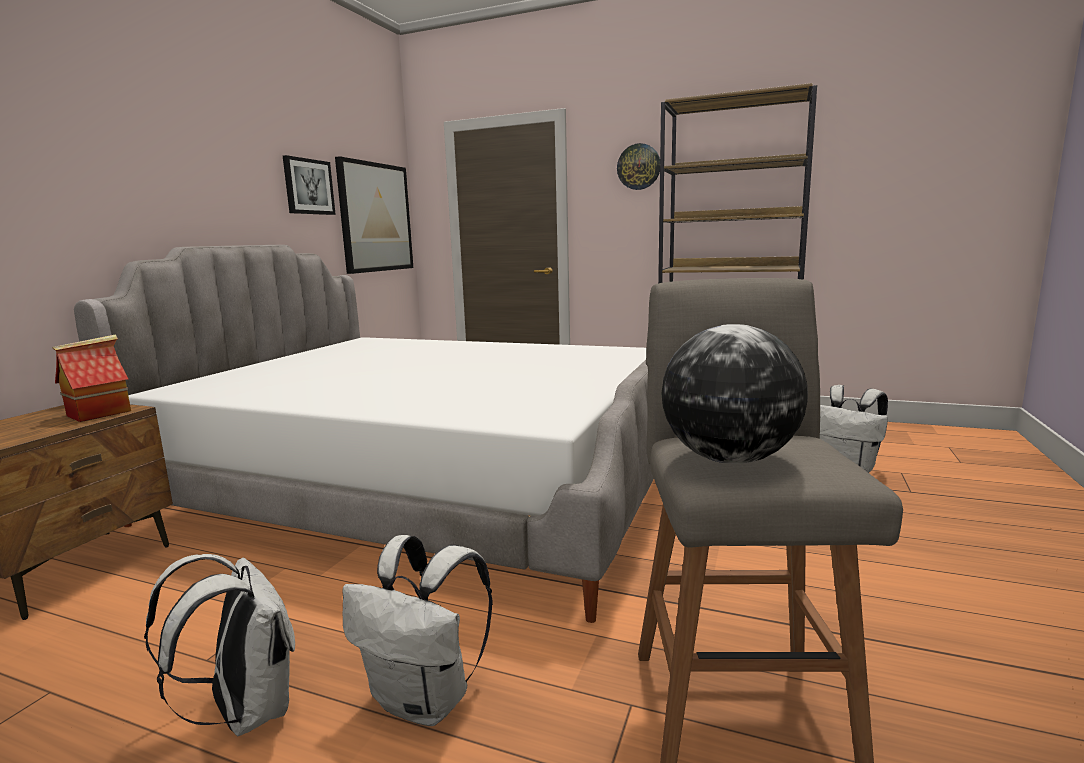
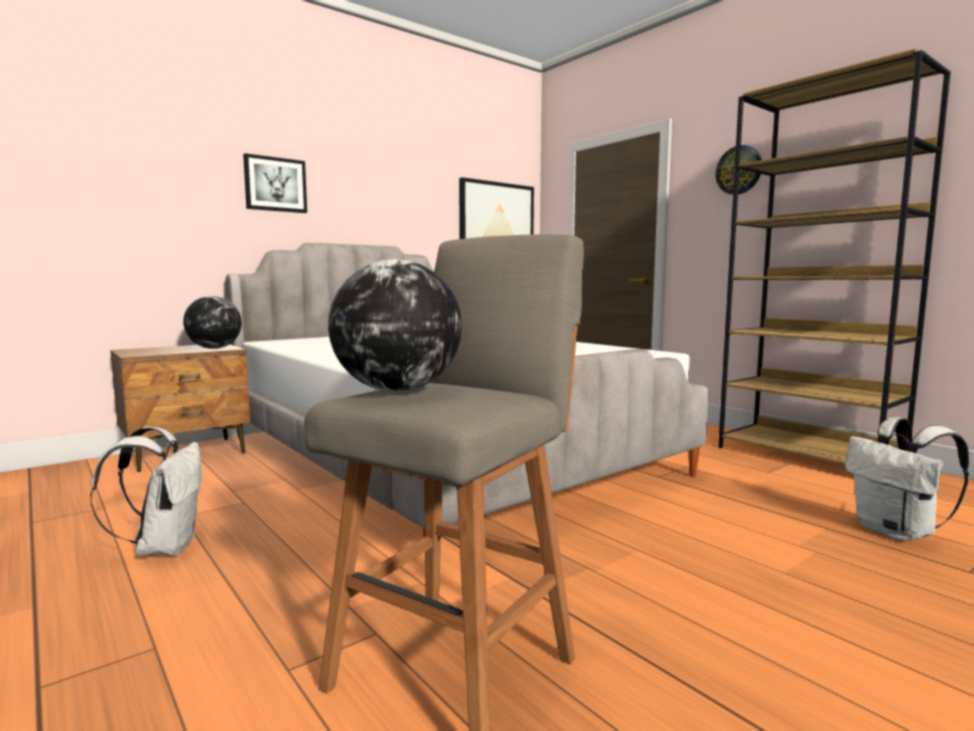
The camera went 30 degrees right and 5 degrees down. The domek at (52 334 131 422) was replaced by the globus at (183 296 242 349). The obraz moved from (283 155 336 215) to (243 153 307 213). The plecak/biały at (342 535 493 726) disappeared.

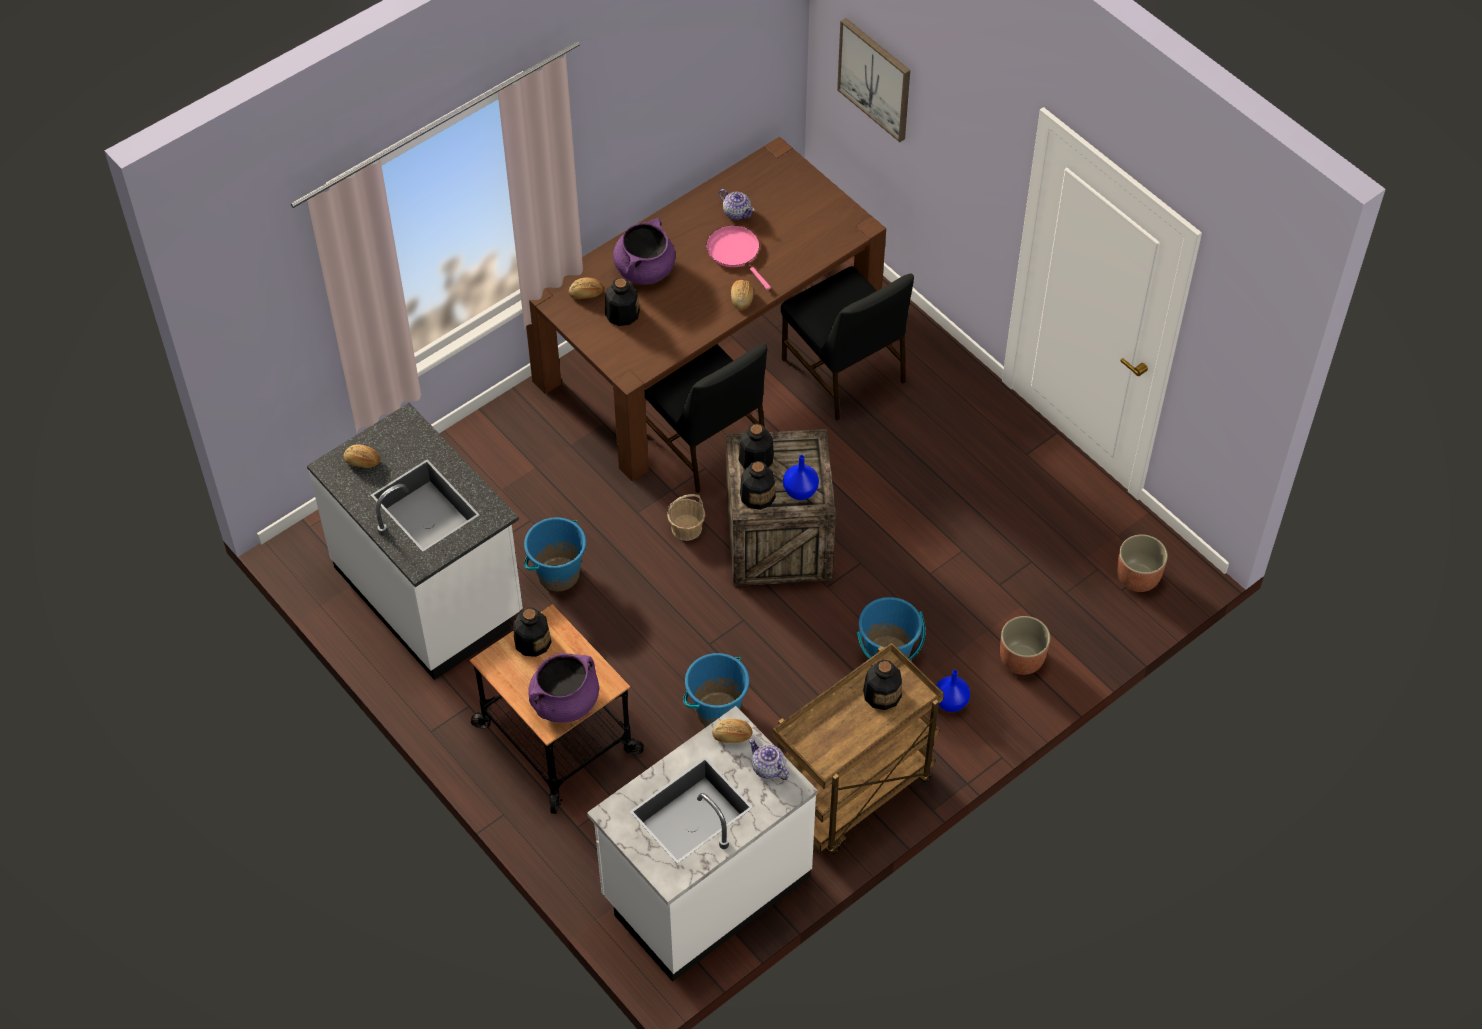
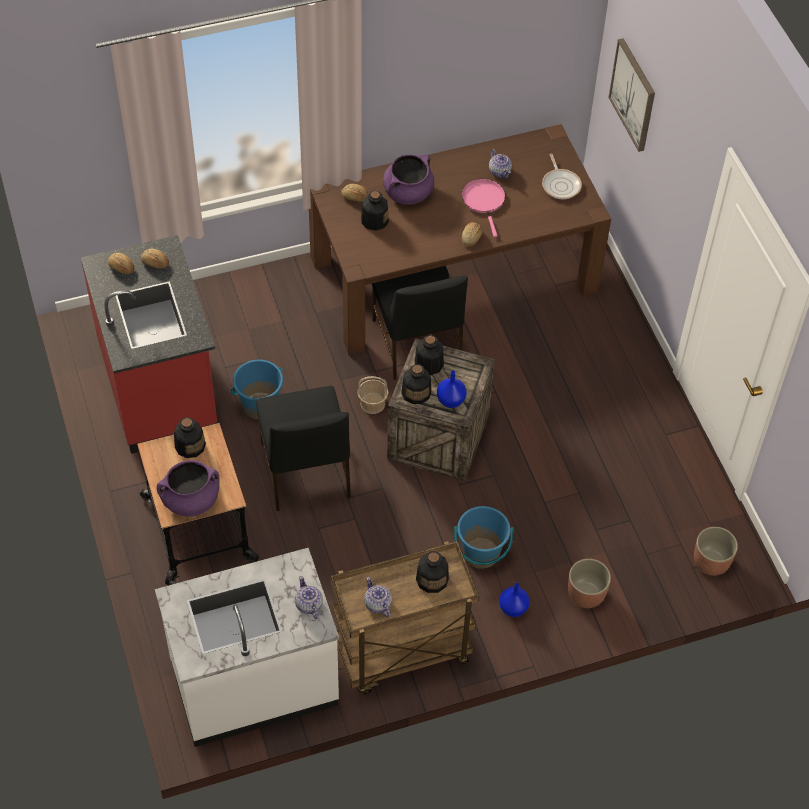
The camera went 20 degrees right and 0 degrees up. The zabudowa kuchenna/biały at (307 403 523 680) became the zabudowa kuchenna/czerwony at (81 235 217 454). The wiadro/niebieski at (683 653 749 726) disappeared. The chleb moved from (712 719 753 743) to (141 249 169 268). The krzesło/czarny moved from (781 266 914 420) to (256 386 351 511). The imbryk at (364 577 392 617) appeared. The patelnia at (542 153 582 199) appeared.

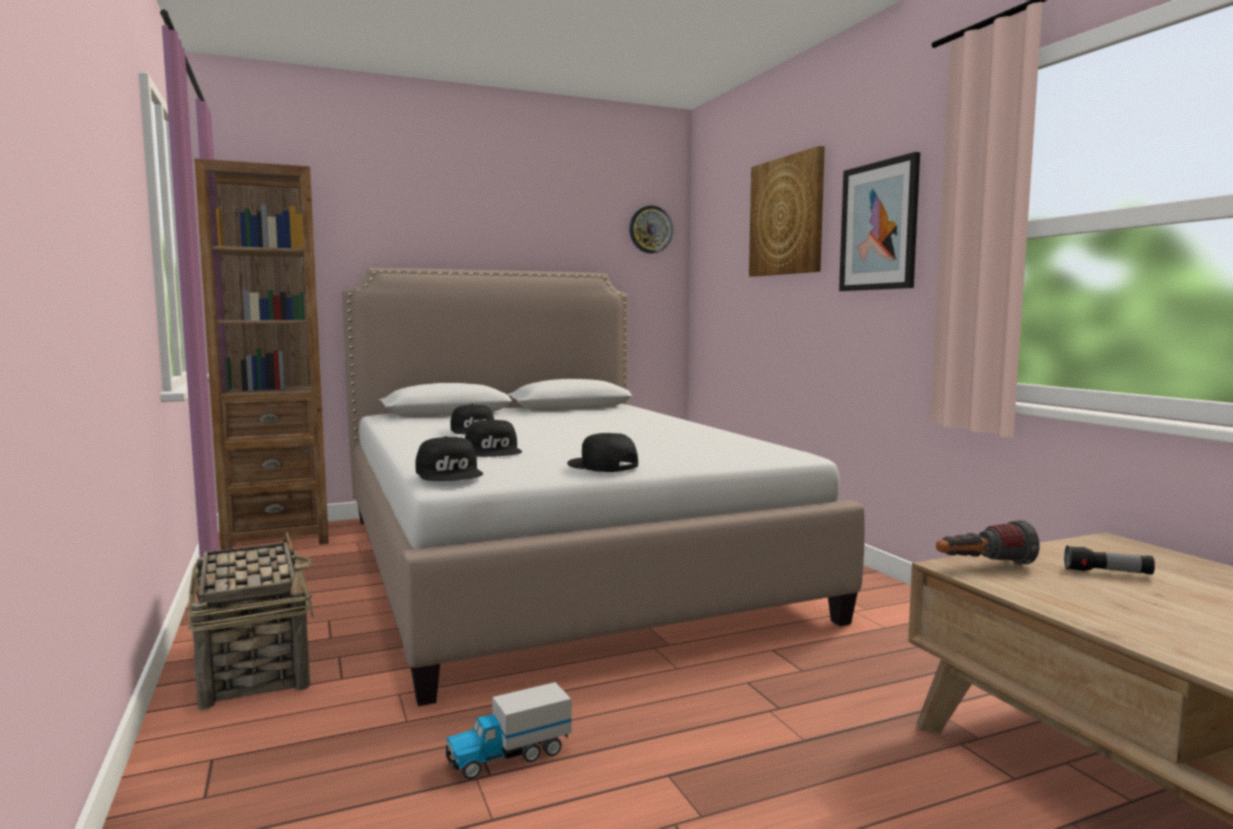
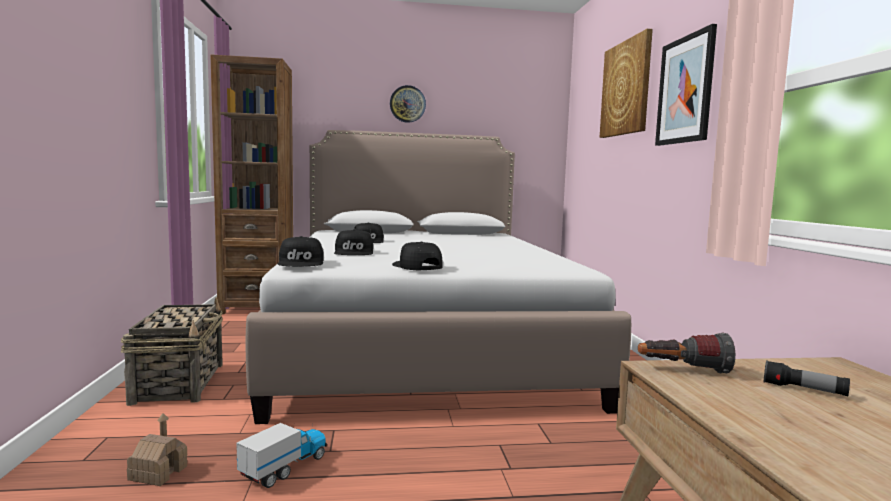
The camera went 15 degrees right and 0 degrees up. The ciężarówka zabawkowa at (445 682 572 779) turned 135 degrees clockwise. The zegar ścienny moved from (629 206 673 253) to (390 85 426 123). The domek at (127 413 187 486) appeared.

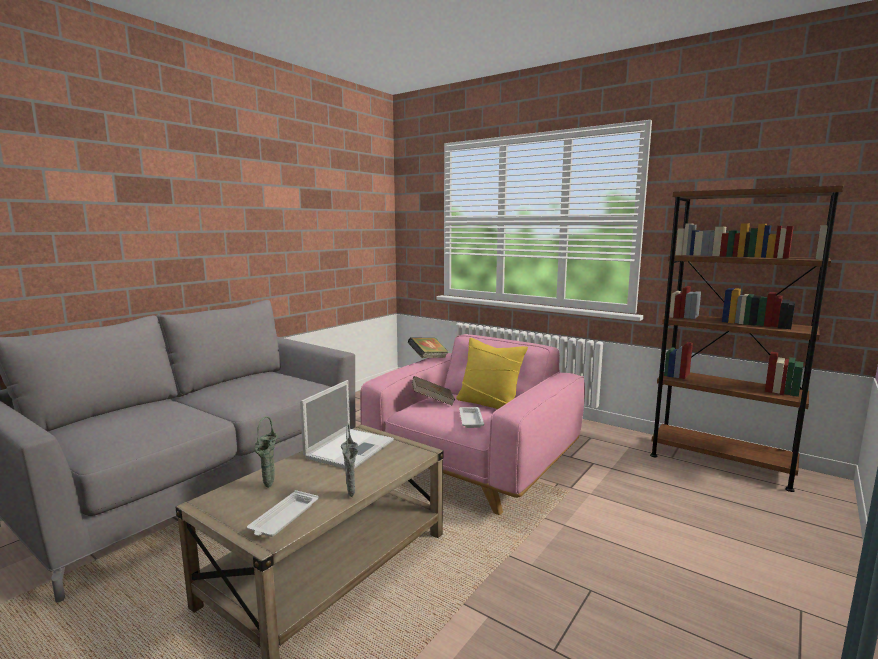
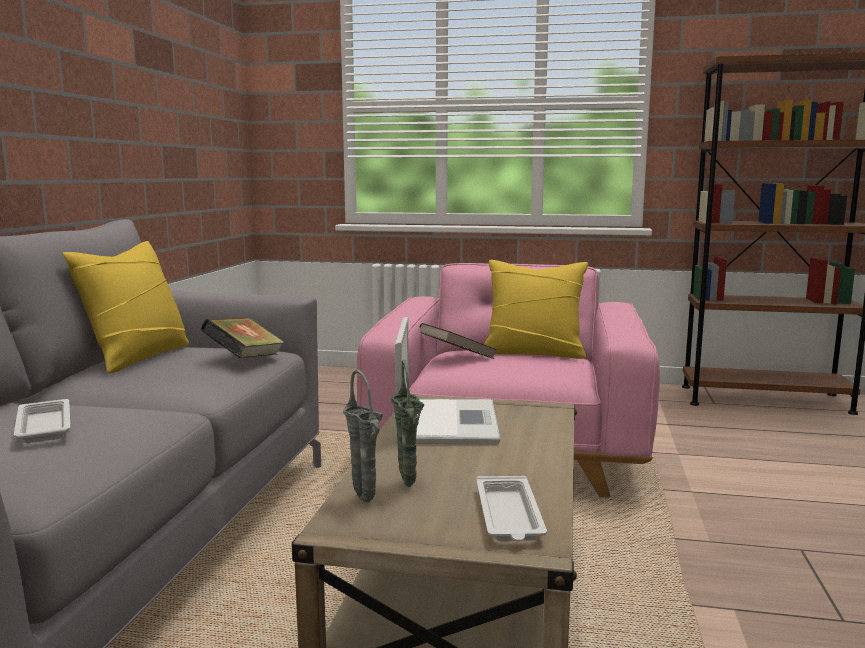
The camera went 25 degrees left and 0 degrees up. The wazon/szary moved from (341 423 358 497) to (343 369 383 503). The książka moved from (408 337 449 358) to (201 318 285 358). The taca/biały moved from (459 407 484 428) to (13 399 71 443). The poduszka/żółty at (63 241 189 373) appeared.

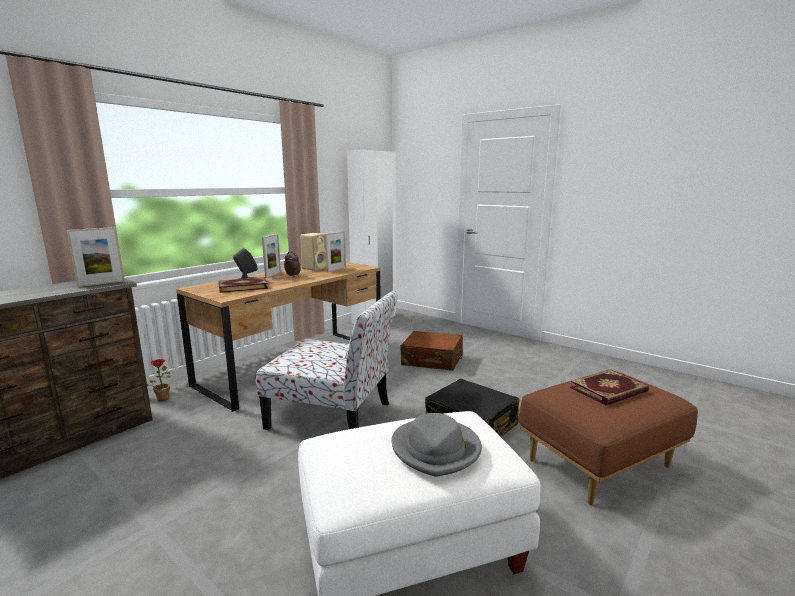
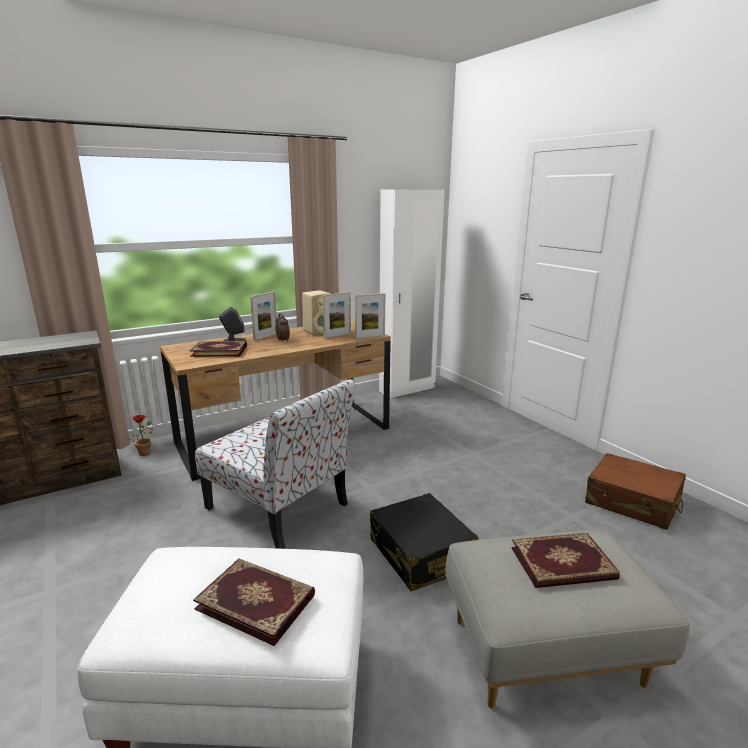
The camera went 20 degrees right and 5 degrees up. The ramka na zdjęcie moved from (67 227 124 287) to (355 293 385 339). The kapelusz/szary at (391 413 482 477) was replaced by the książka at (193 559 315 646). The walizka/brązowy moved from (400 331 463 371) to (585 453 686 530). The pufa/brązowy at (519 371 698 505) became the pufa/szary at (445 530 690 708).

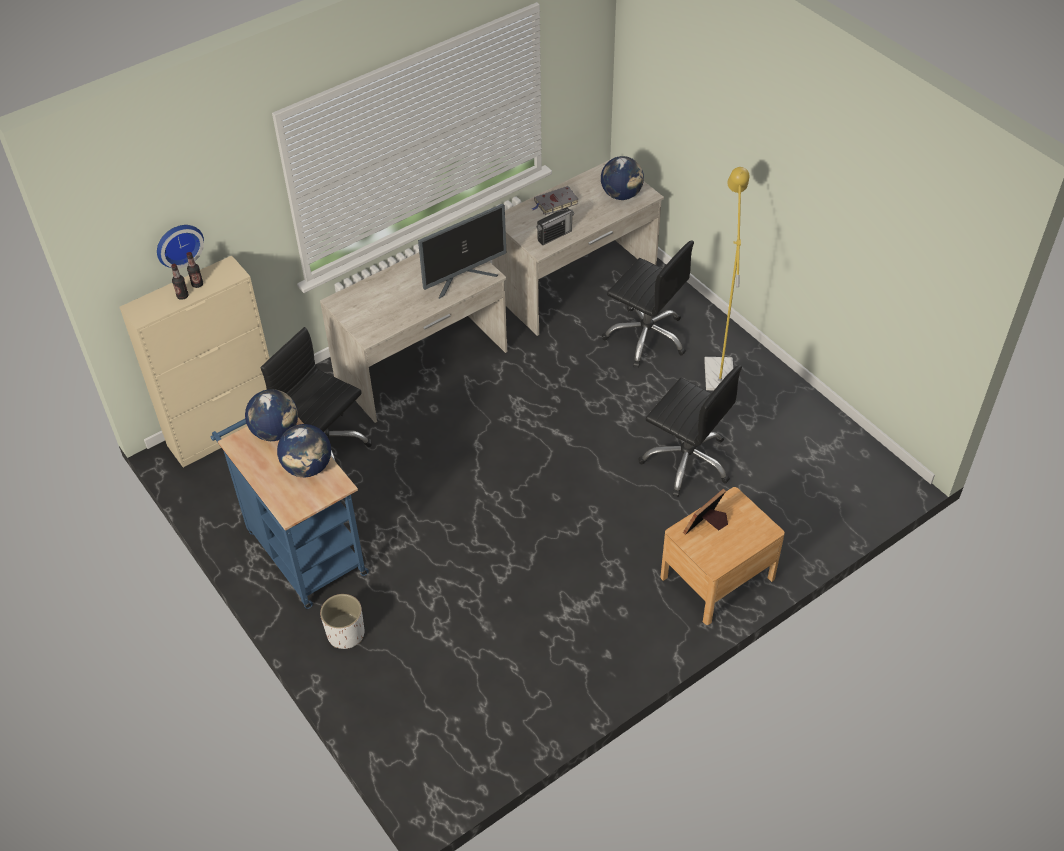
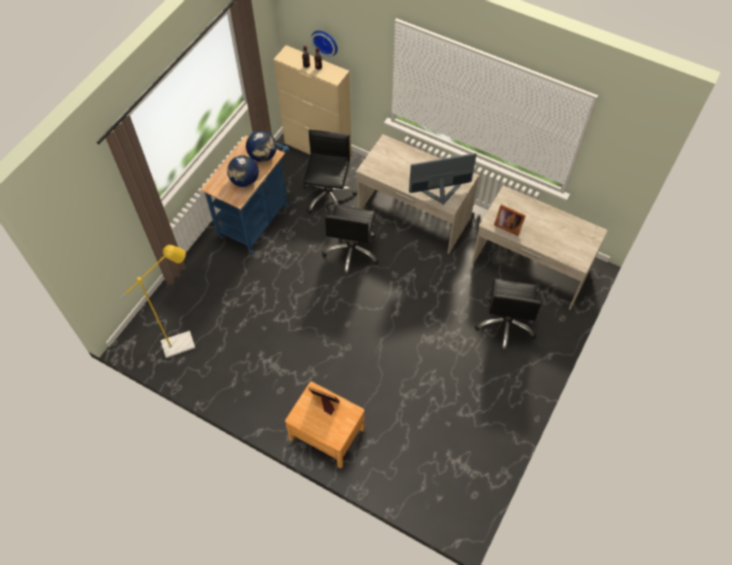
The camera went 65 degrees right and 10 degrees up. The donica/biały at (320 594 364 649) disappeared. The monitor at (418 204 506 299) turned 135 degrees clockwise. The książka/szary at (531 186 578 215) disappeared. The radio at (536 208 574 245) was replaced by the ramka na zdjęcie at (494 204 526 236). The globus at (601 156 644 200) disappeared. The krzesło biurowe/czarny moved from (638 365 742 497) to (322 205 379 276). The lampa stojąca/żółty moved from (704 167 750 390) to (120 245 195 358).

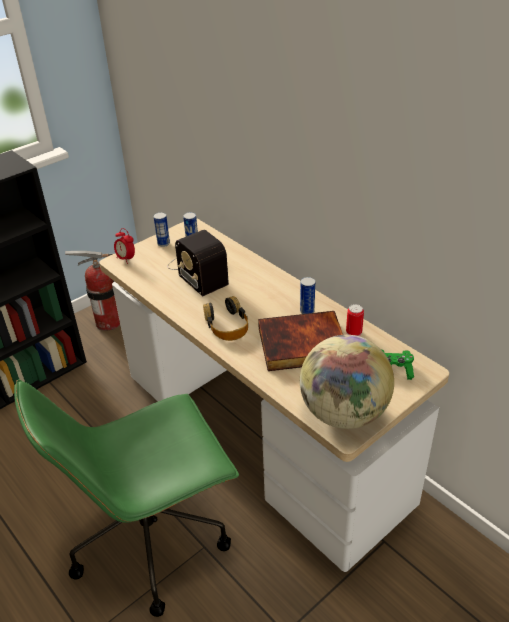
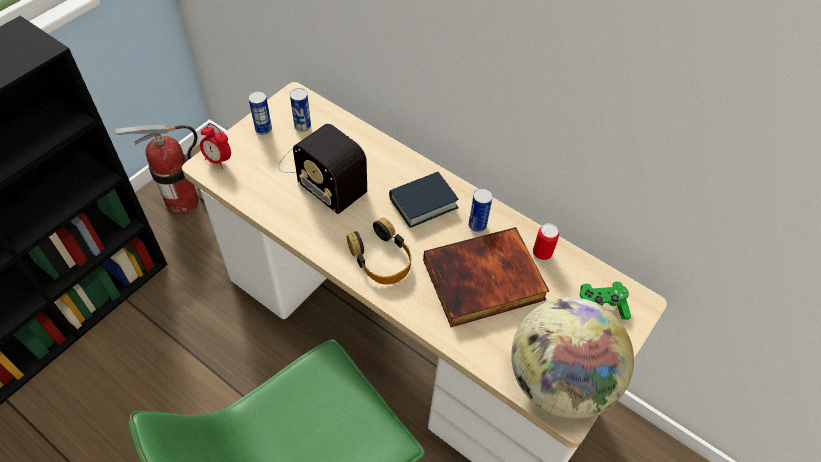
The camera went 15 degrees left and 15 degrees up. The książka at (389 172 459 228) appeared.

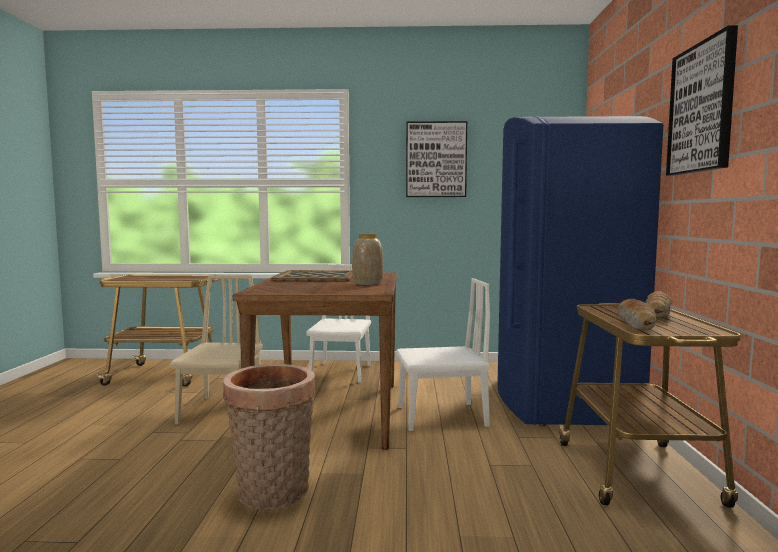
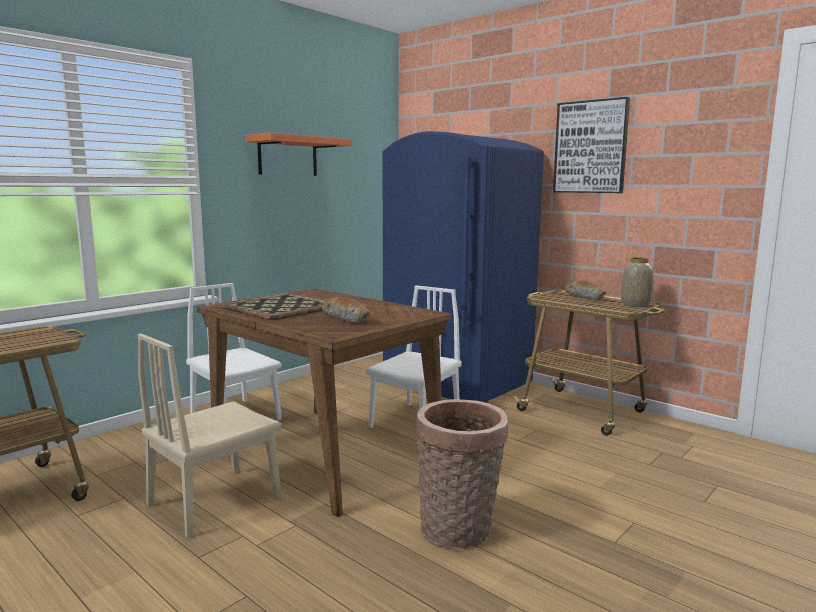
The camera went 50 degrees left and 5 degrees up. The krzesło/beżowy at (170 275 263 425) turned 90 degrees counterclockwise. The wazon moved from (352 234 384 285) to (621 257 654 307). The obraz at (406 121 467 197) was replaced by the półka/pomarańczowy at (245 133 352 176). The chleb moved from (617 299 656 330) to (322 297 370 323).

